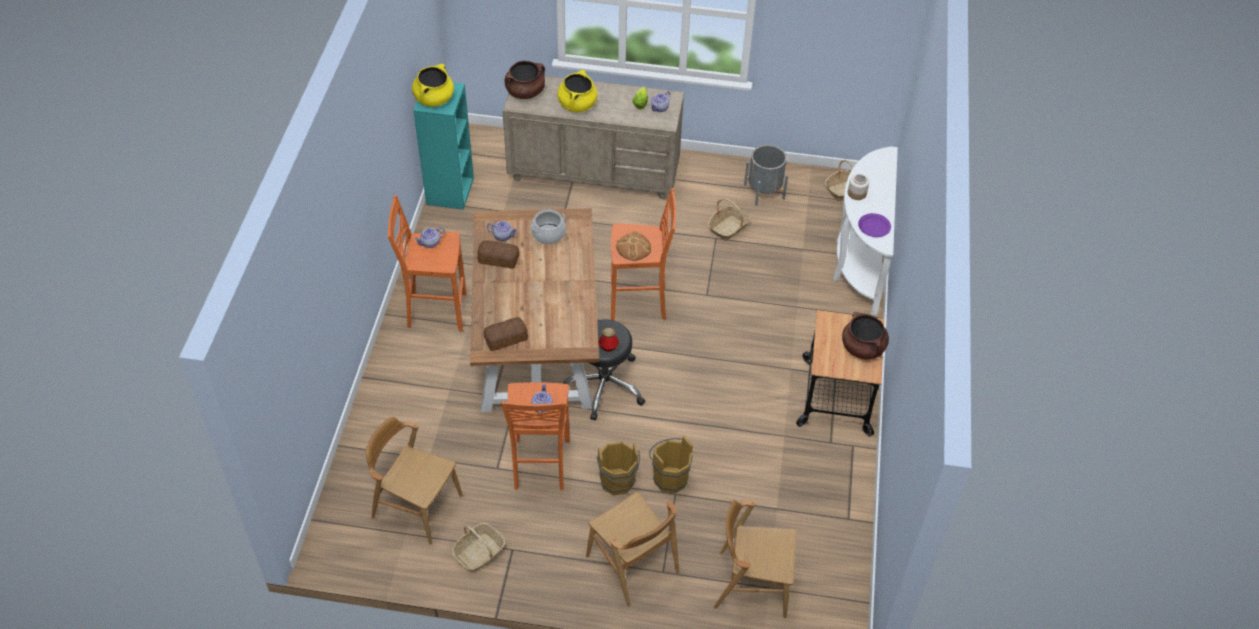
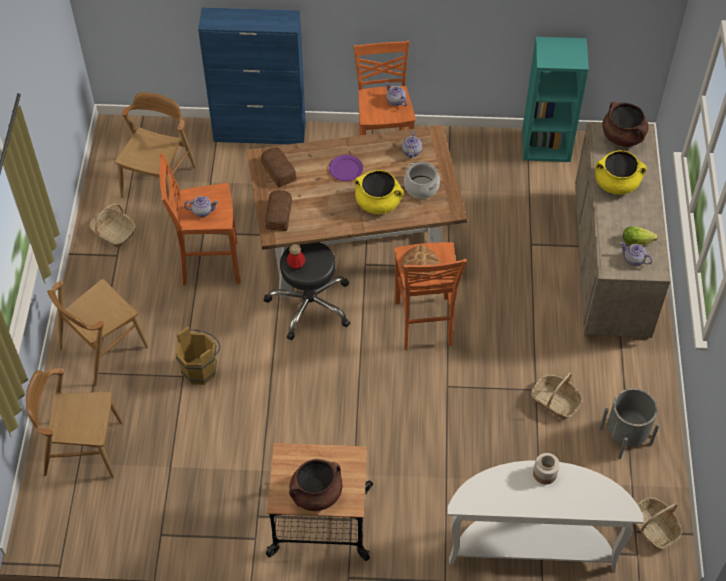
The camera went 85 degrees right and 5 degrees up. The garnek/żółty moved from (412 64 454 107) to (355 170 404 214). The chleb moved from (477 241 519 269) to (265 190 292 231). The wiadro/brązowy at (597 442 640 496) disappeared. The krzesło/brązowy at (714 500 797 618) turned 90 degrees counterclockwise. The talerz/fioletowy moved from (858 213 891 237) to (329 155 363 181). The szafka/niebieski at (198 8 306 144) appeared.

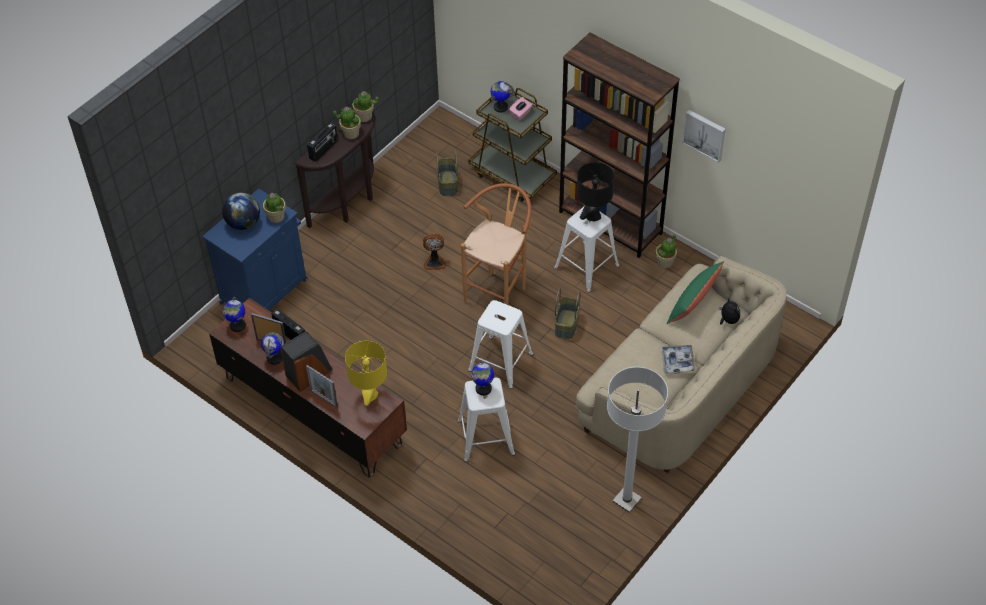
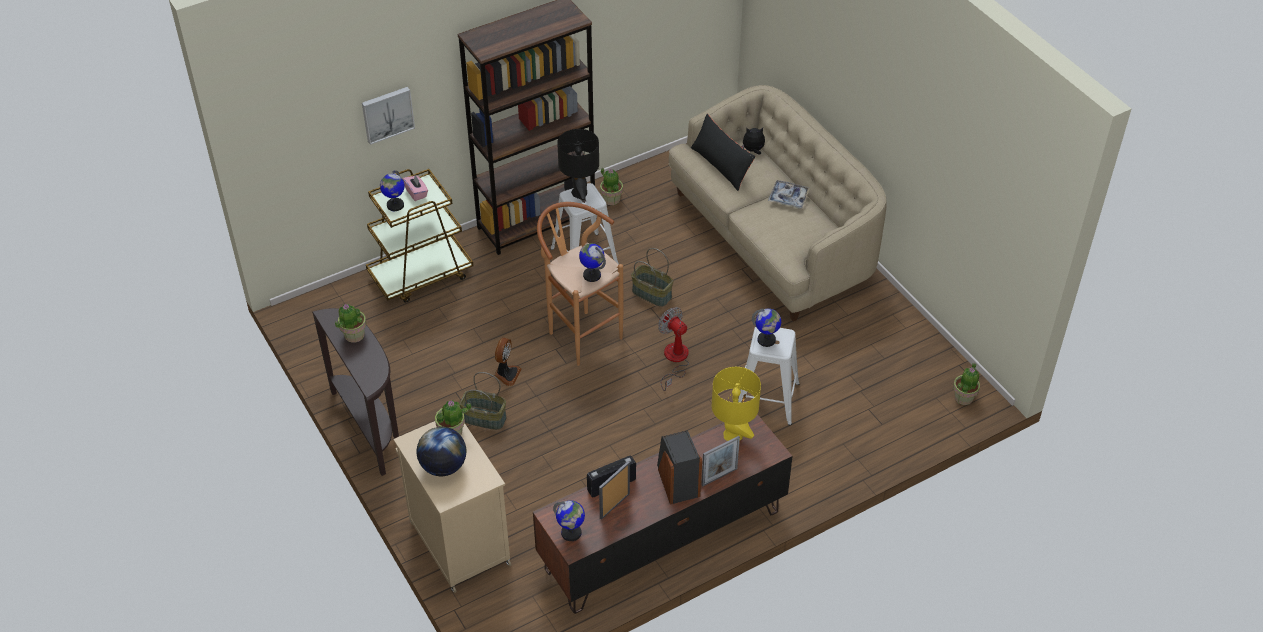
The camera went 70 degrees left and 5 degrees down. The szafka/niebieski at (202 188 307 310) became the szafka/beżowy at (393 421 511 593). The globus moved from (261 332 284 365) to (579 243 606 282). The radio at (307 123 338 162) disappeared. The roślina doniczkowa moved from (352 91 379 122) to (953 362 980 405). The koszyk moved from (436 150 458 196) to (459 372 506 430). The stołek/biały at (468 300 533 389) was replaced by the wentylator at (658 307 689 391). The lampa stojąca/biały at (607 367 668 513) disappeared. The poduszka/zielony at (667 261 724 324) became the poduszka/czarny at (691 114 755 191). The obraz moved from (682 110 726 162) to (362 87 415 145).

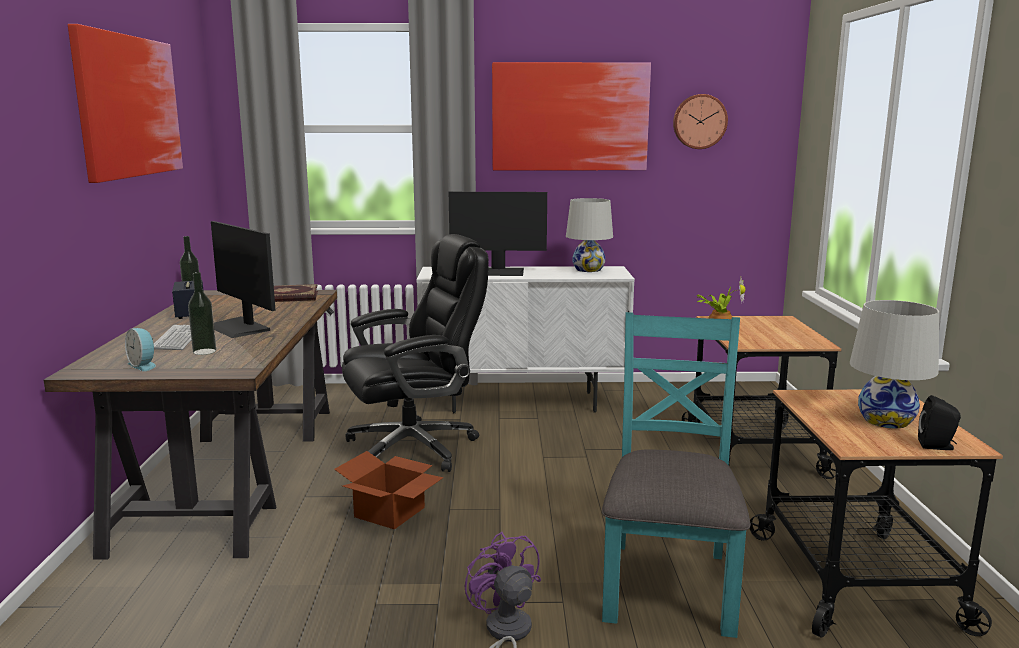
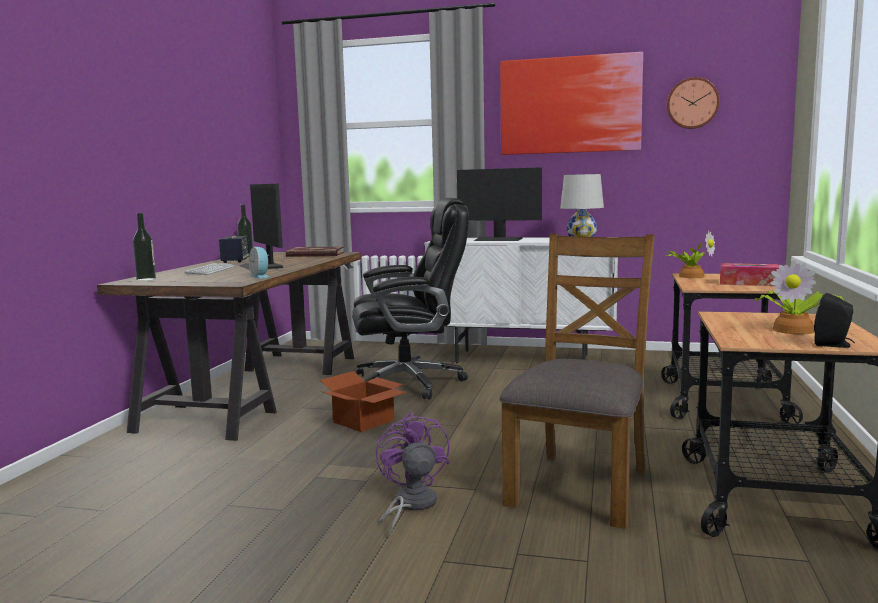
The camera went 15 degrees right and 5 degrees down. The obraz at (68 24 183 183) disappeared. The budzik moved from (125 328 156 371) to (249 247 269 279). The butelka moved from (188 272 216 355) to (133 213 156 281). The krzesło/turkusowy at (602 312 751 638) became the krzesło/brązowy at (499 233 655 529). The lampa stołowa/biały at (850 300 939 428) was replaced by the roślina doniczkowa at (755 260 844 334). The pudełko chusteczek at (720 263 779 286) appeared.

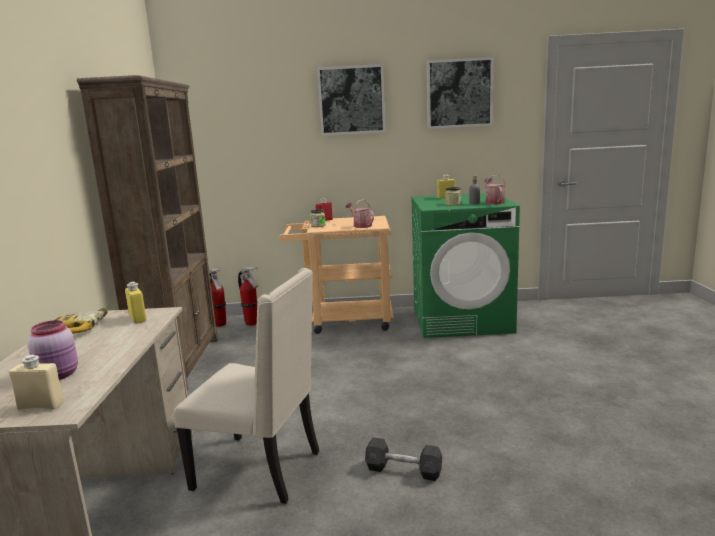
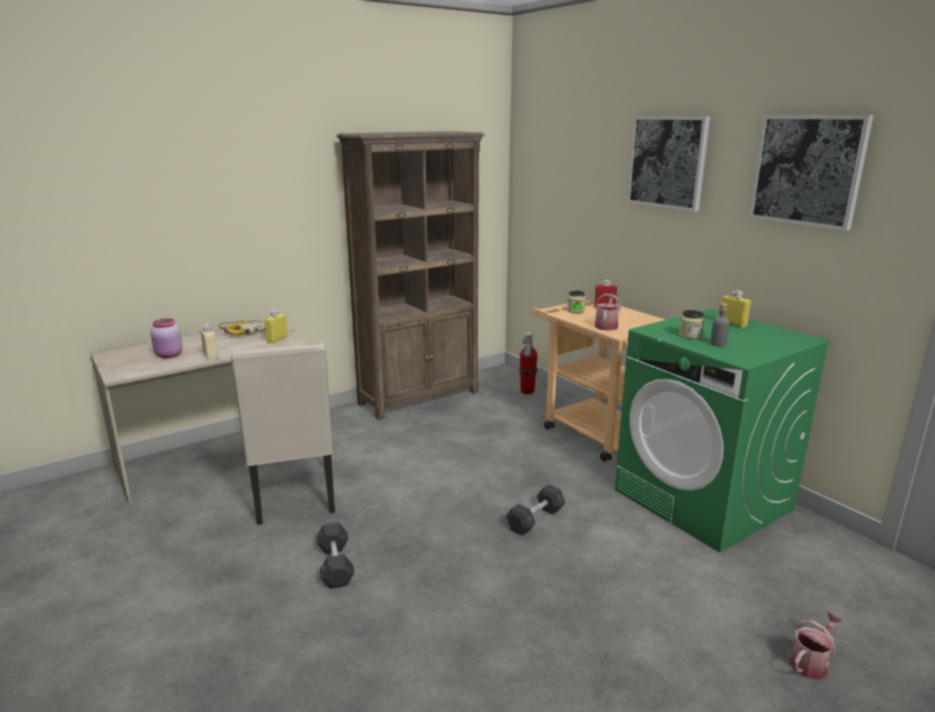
The camera went 55 degrees right and 5 degrees up. The butelka/beżowy moved from (9 355 64 410) to (200 324 218 360). The gaśnica at (210 269 226 327) disappeared. The konewka moved from (484 175 506 204) to (789 612 843 680). The hantel/szary at (506 484 566 536) appeared.

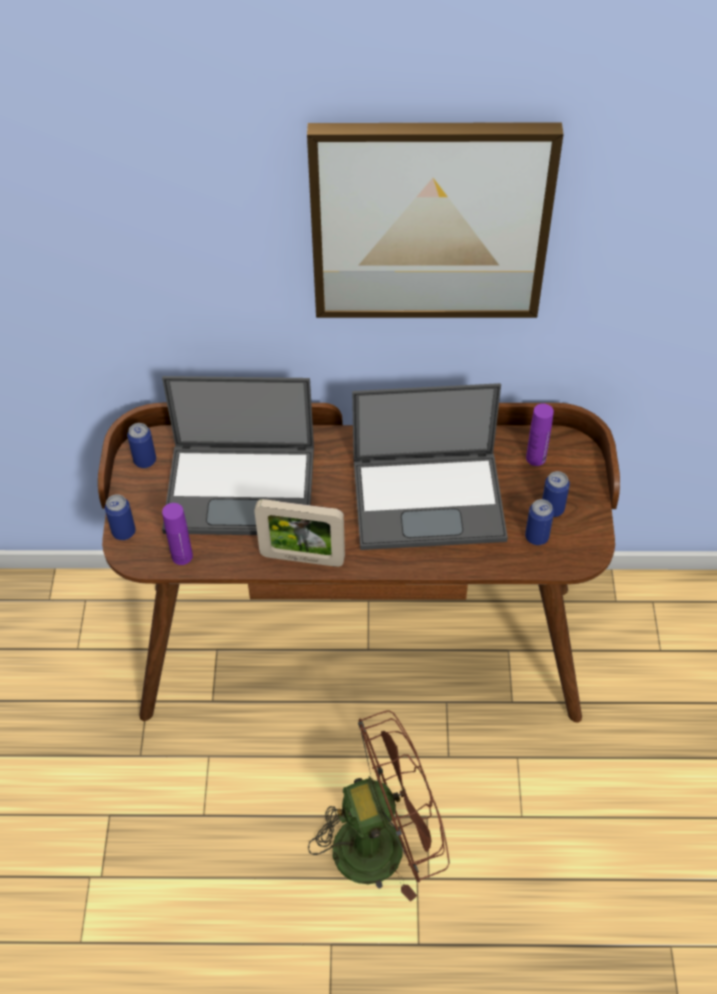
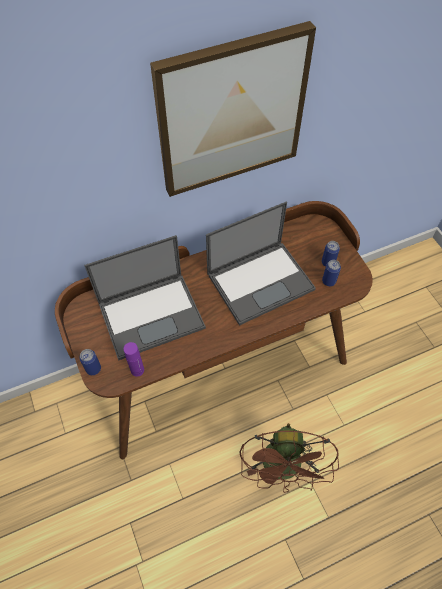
The camera went 25 degrees left and 5 degrees up. The puszka at (127 423 156 468) disappeared. The ramka na zdjęcie at (254 499 345 567) disappeared. The wentylator/brązowy at (308 710 450 902) turned 135 degrees clockwise. The butelka/fioletowy at (526 403 554 466) disappeared.

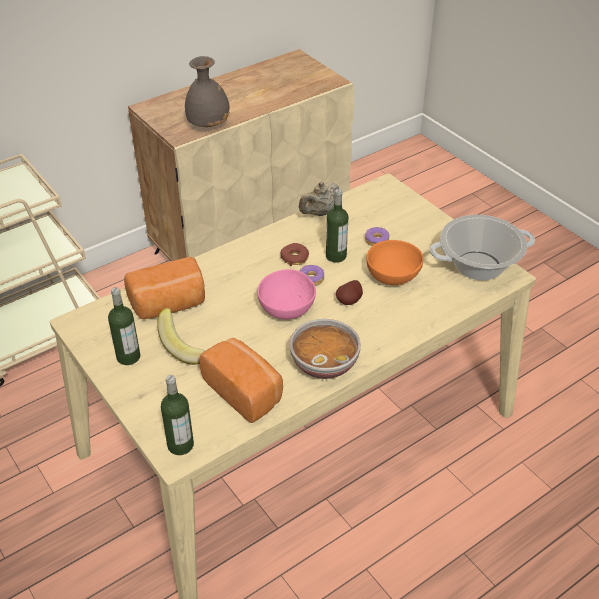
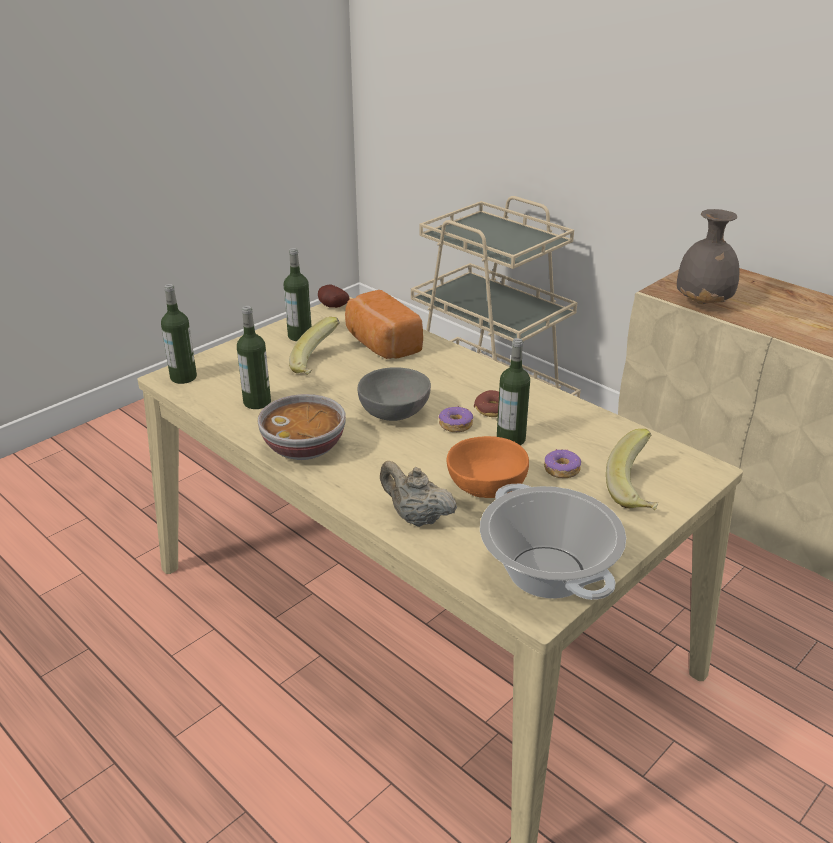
The camera went 80 degrees right and 10 degrees down. The chleb at (200 338 283 423) was replaced by the butelka at (237 306 271 409). The miska/różowy at (257 269 316 319) became the miska/szary at (358 367 431 421). The imbryk/beżowy moved from (299 182 339 216) to (380 461 457 527). The ziemniak moved from (336 280 363 305) to (318 285 350 308). The banan at (606 429 658 510) appeared.

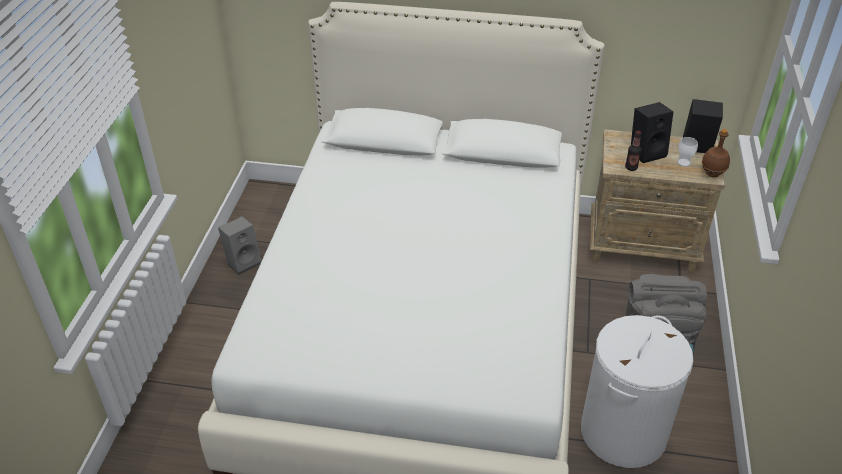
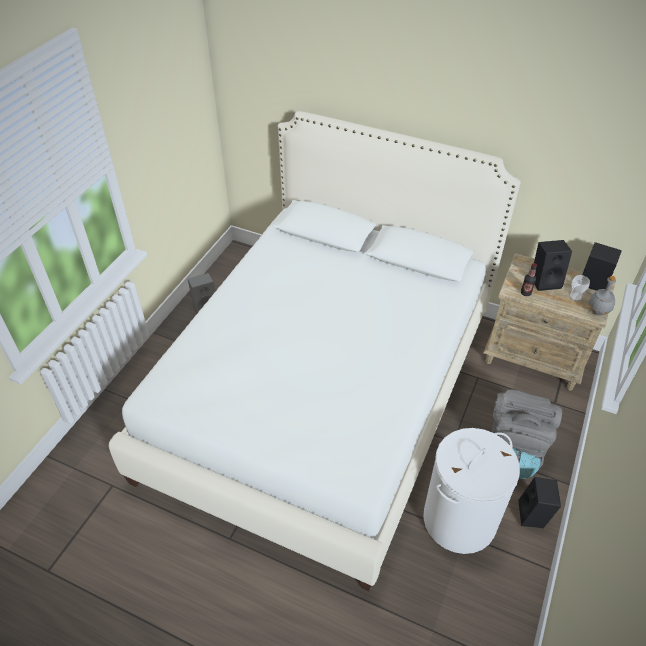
The camera went 15 degrees right and 5 degrees up. The butelka/brązowy at (702 129 730 177) became the butelka/szary at (589 276 616 316). The głośnik/czarny at (519 477 561 528) appeared.

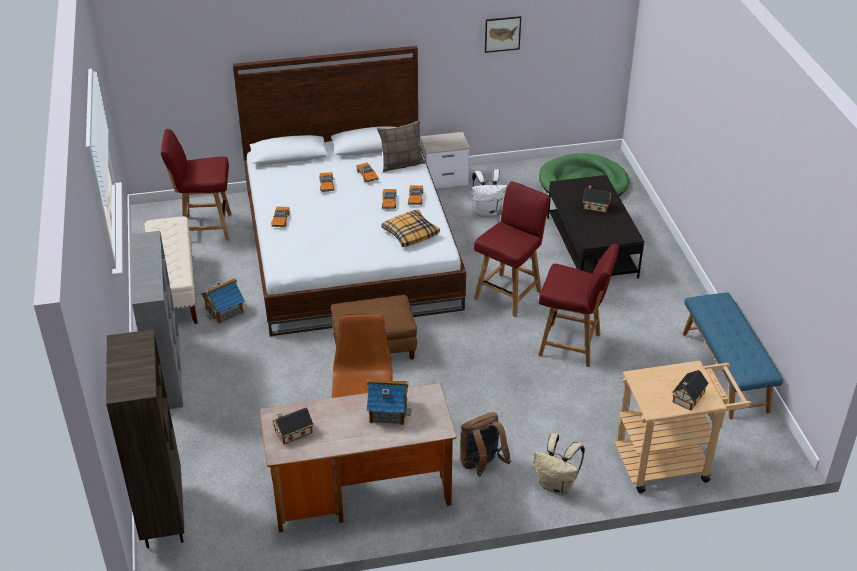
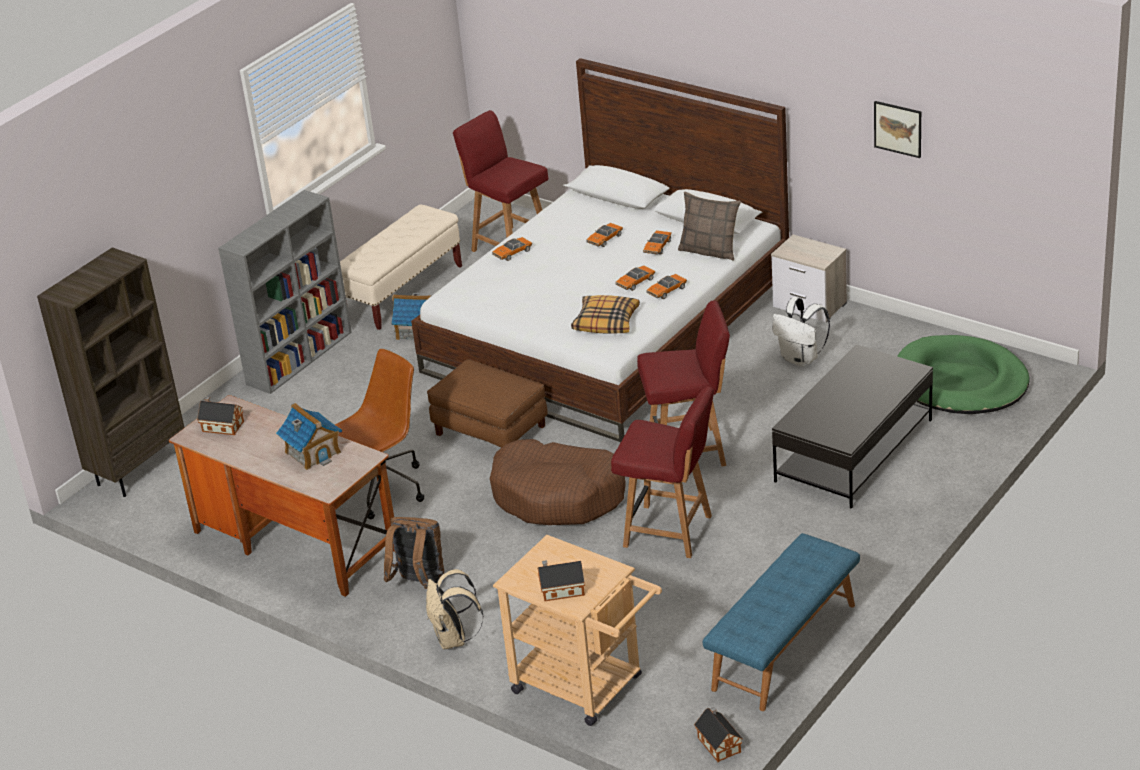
The camera went 50 degrees right and 5 degrees down. The krzesło/czerwony at (538 244 619 367) turned 45 degrees counterclockwise. The domek moved from (583 186 611 213) to (694 707 743 762). The legowisko/brązowy at (490 439 626 525) appeared.

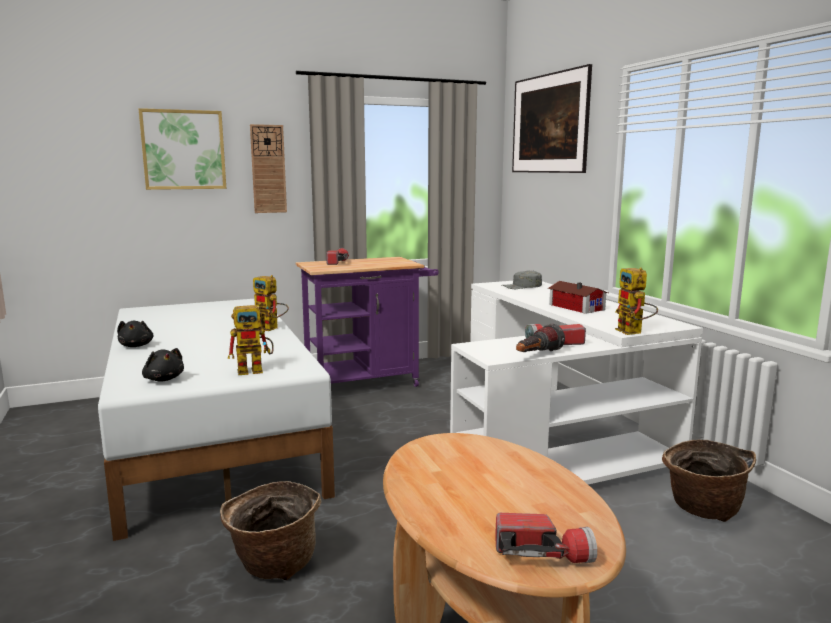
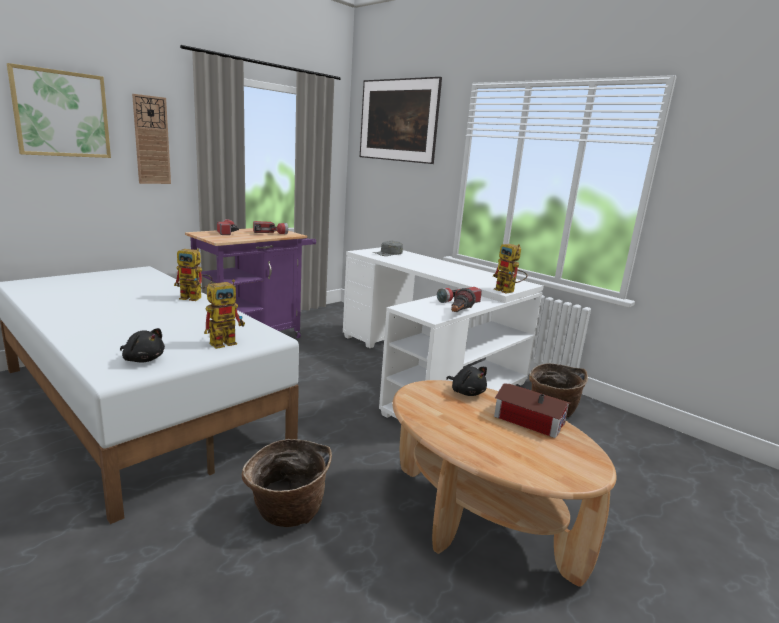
The camera went 25 degrees left and 5 degrees up. The pluszak/czarny moved from (117 321 154 347) to (446 366 487 396). The latarka moved from (495 513 597 563) to (253 221 288 234). The domek moved from (548 281 608 314) to (494 384 571 438).

